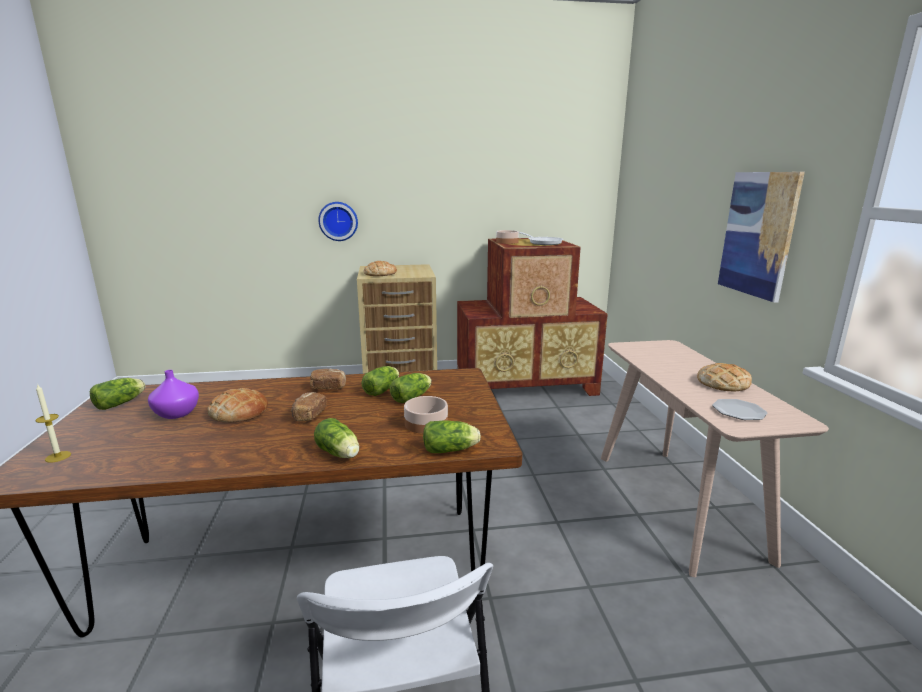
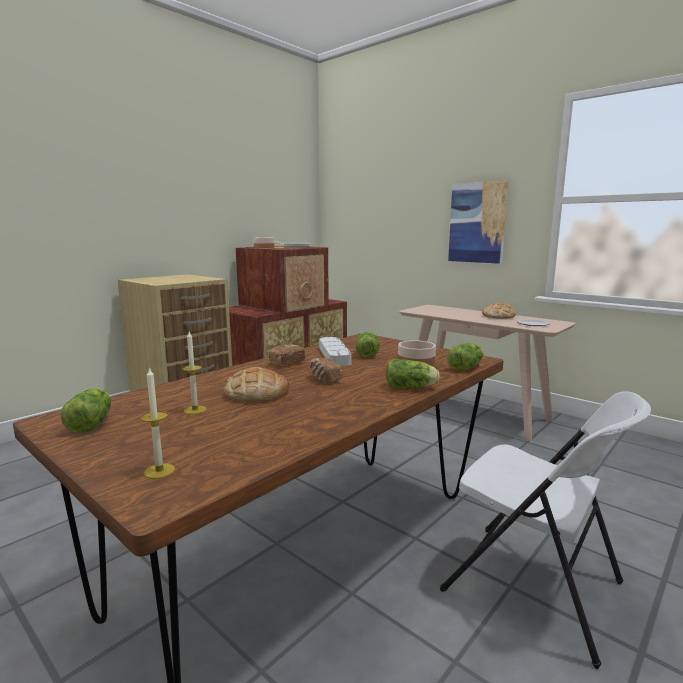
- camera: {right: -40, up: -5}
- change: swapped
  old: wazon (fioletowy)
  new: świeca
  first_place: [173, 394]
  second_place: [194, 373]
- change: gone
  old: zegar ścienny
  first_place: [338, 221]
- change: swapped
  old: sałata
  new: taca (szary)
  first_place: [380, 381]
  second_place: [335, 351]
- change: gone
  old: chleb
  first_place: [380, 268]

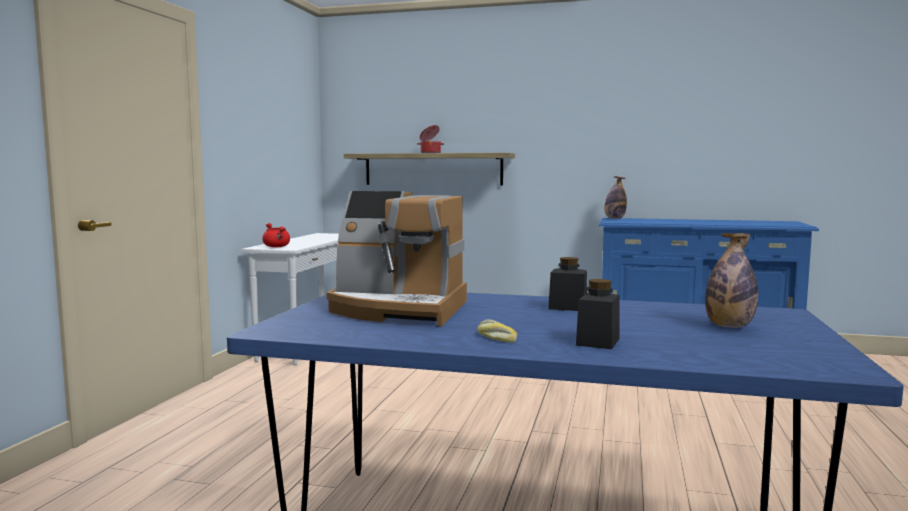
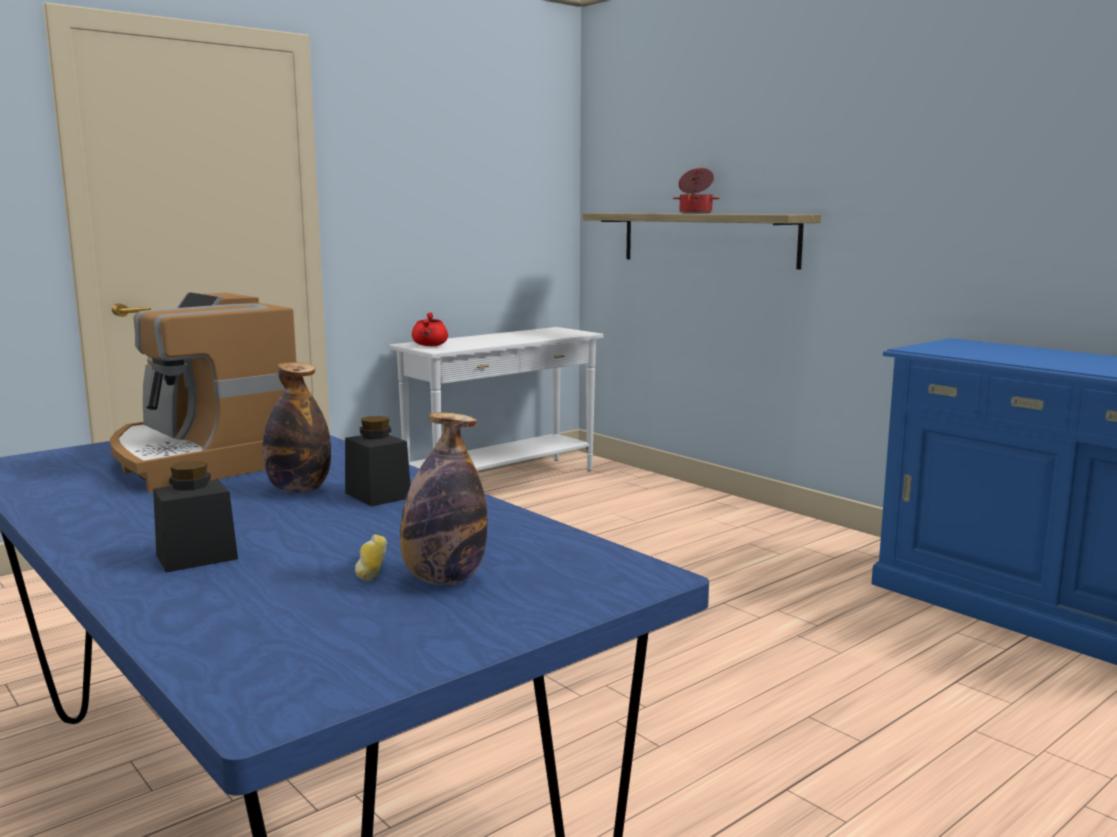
- camera: {right: 35, up: 5}
- change: shifted
  old: chleb
  first_place: [497, 331]
  second_place: [371, 558]
- change: shifted
  old: butelka
  first_place: [615, 197]
  second_place: [296, 428]

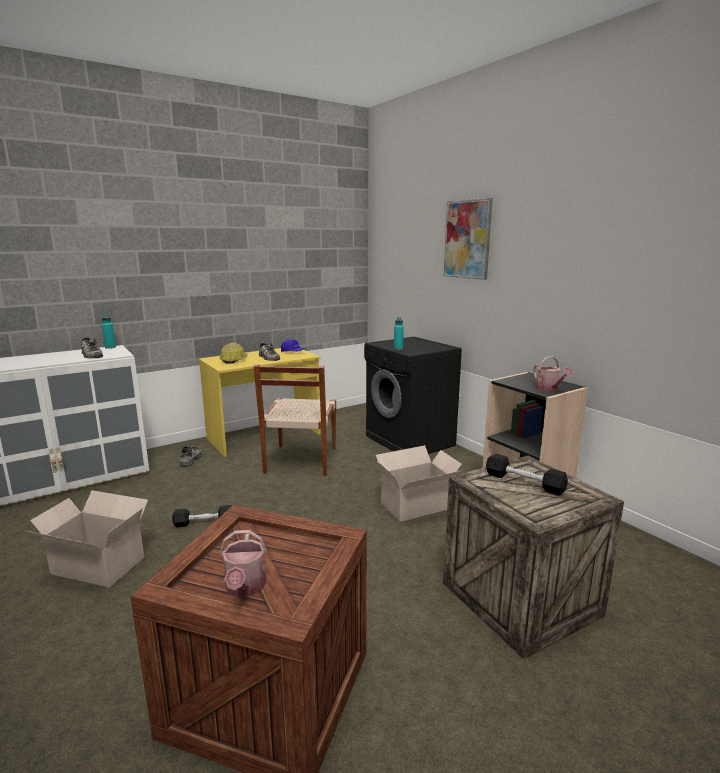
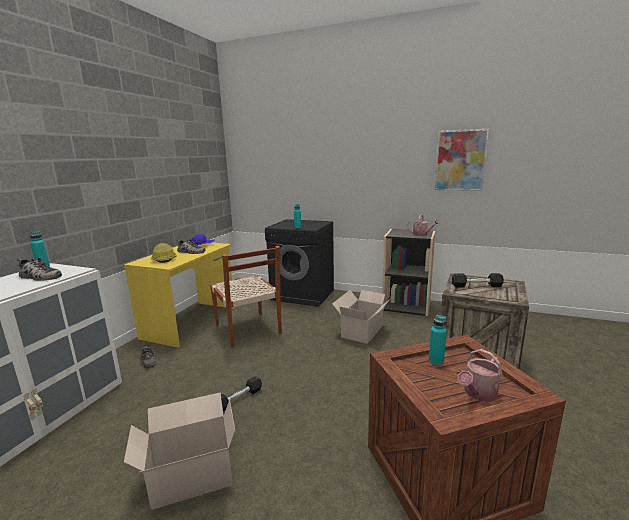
- camera: {right: -35, up: 0}
- change: rotated
  old: konewka
  first_place: [243, 563]
  second_place: [480, 375]
  degrees: 90
- change: shifted
  old: obraz
  first_place: [468, 239]
  second_place: [462, 160]
- change: new
  new: butelka (turkusowy)
  second_place: [438, 340]

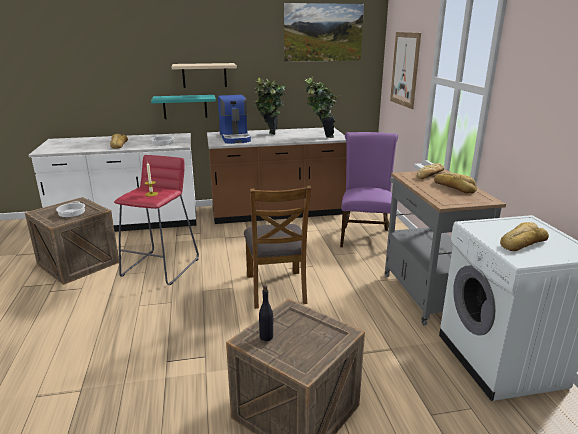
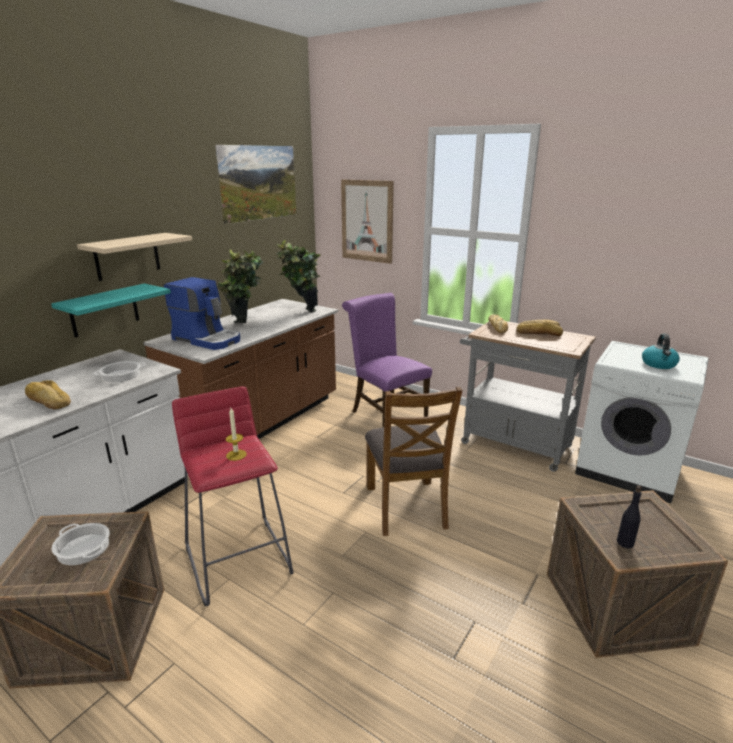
- camera: {right: -45, up: 0}
- change: rotated
  old: krzesło (brązowy)
  first_place: [277, 247]
  second_place: [414, 461]
  degrees: 45
- change: swapped
  old: chleb
  new: czajnik
  first_place: [524, 236]
  second_place: [661, 351]

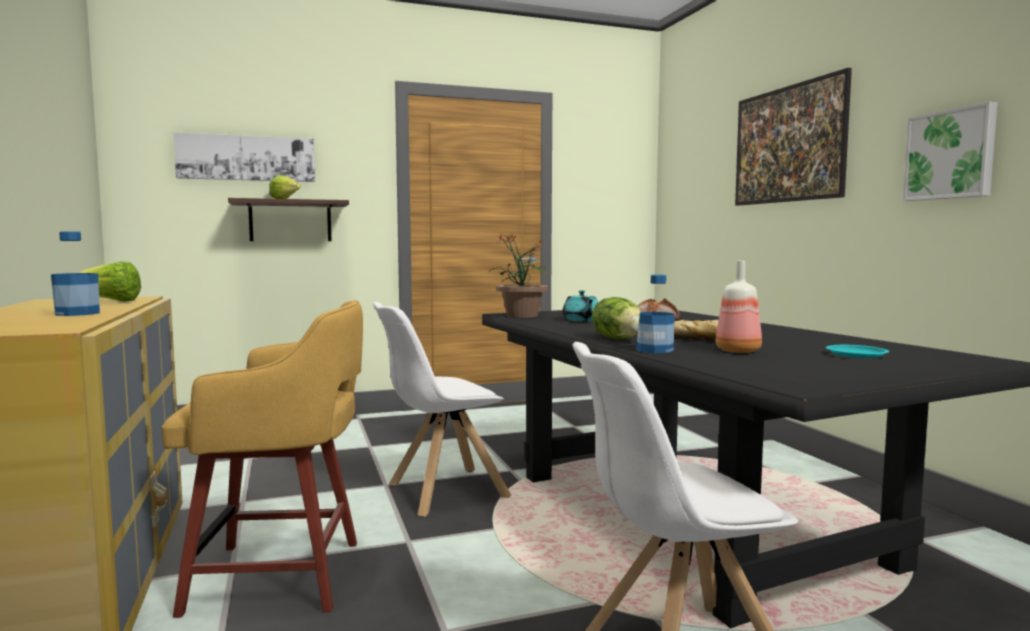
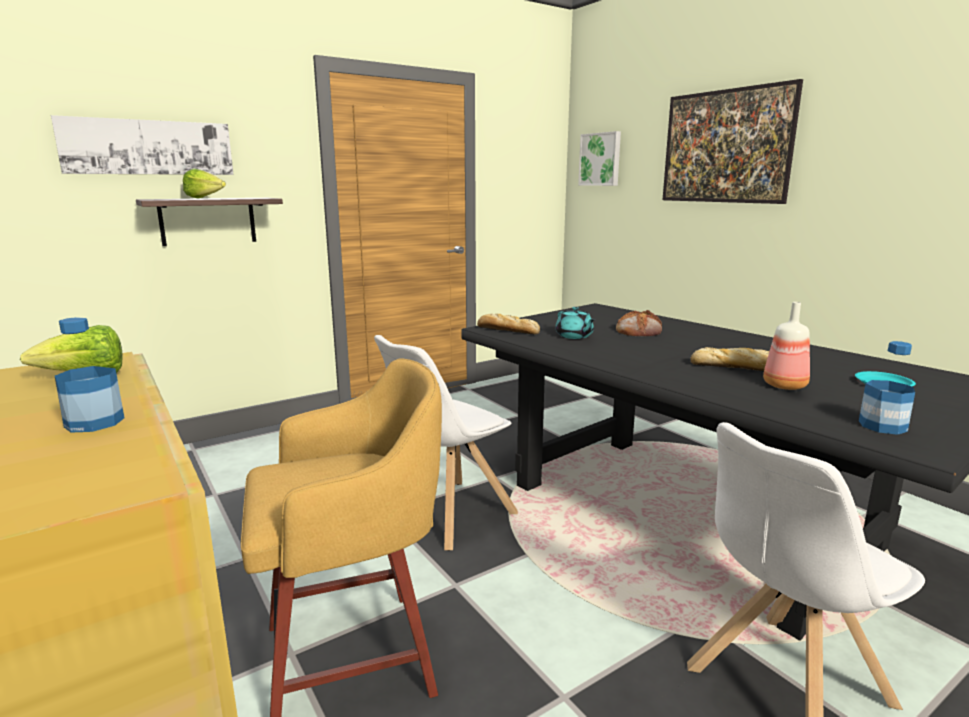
- camera: {right: -15, up: 10}
- change: swapped
  old: roślina doniczkowa
  new: chleb
  first_place: [518, 275]
  second_place: [508, 324]
- change: gone
  old: sałata
  first_place: [616, 318]
- change: shifted
  old: butelka
  first_place: [655, 313]
  second_place: [887, 388]
- change: shifted
  old: obraz
  first_place: [950, 151]
  second_place: [599, 158]

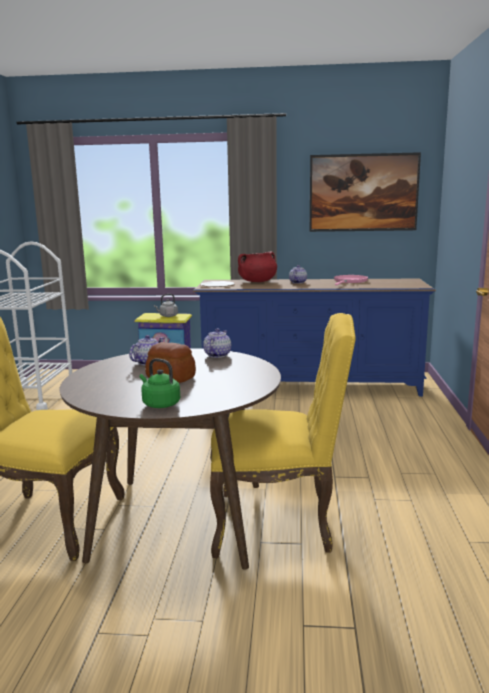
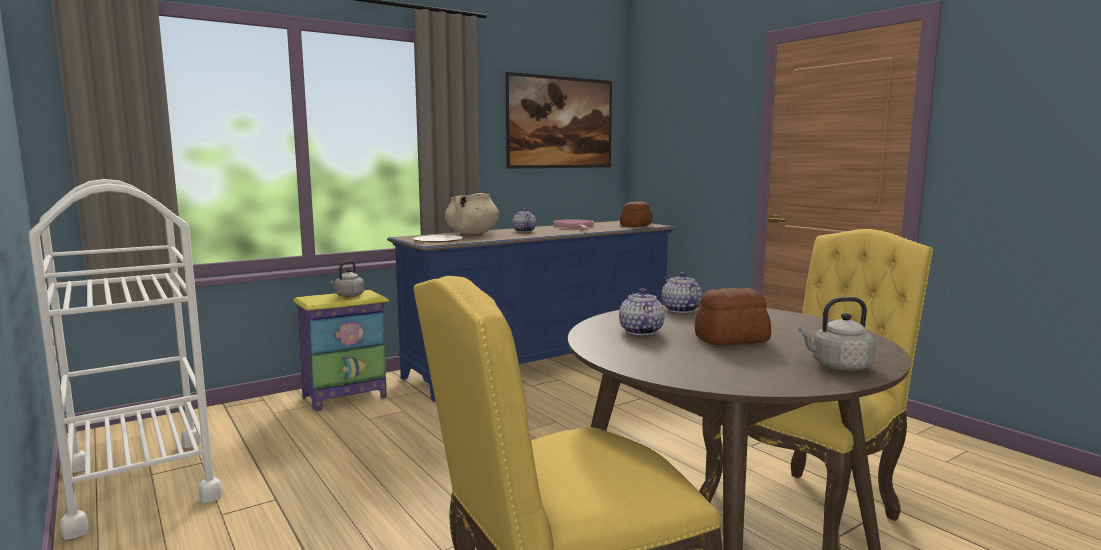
- camera: {right: -40, up: -5}
- change: repainted
  old: czajnik (zielony)
  new: czajnik (szary)
  first_place: [160, 383]
  second_place: [837, 334]
- change: repainted
  old: garnek (czerwony)
  new: garnek (beżowy)
  first_place: [257, 267]
  second_place: [472, 213]
- change: new
  new: chleb
  second_place: [636, 214]

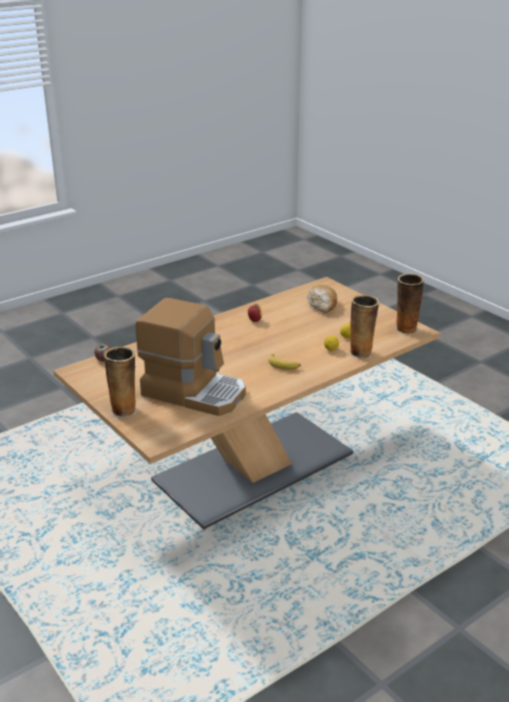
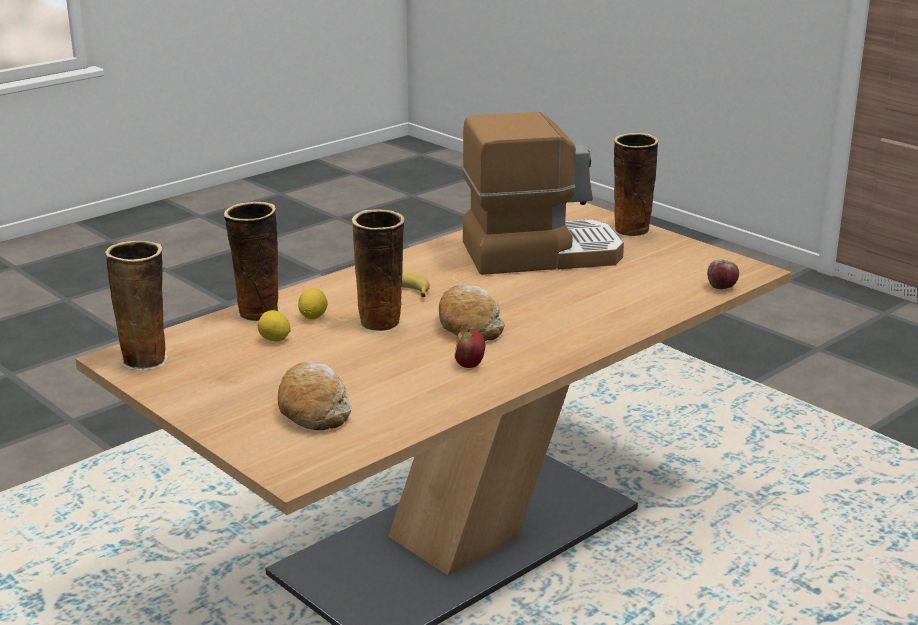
- camera: {right: 175, up: -5}
- change: rotated
  old: ekspres do kawy
  first_place: [191, 357]
  second_place: [543, 193]
  degrees: 150
- change: new
  new: wazon
  second_place: [378, 271]
- change: new
  new: chleb
  second_place: [472, 313]

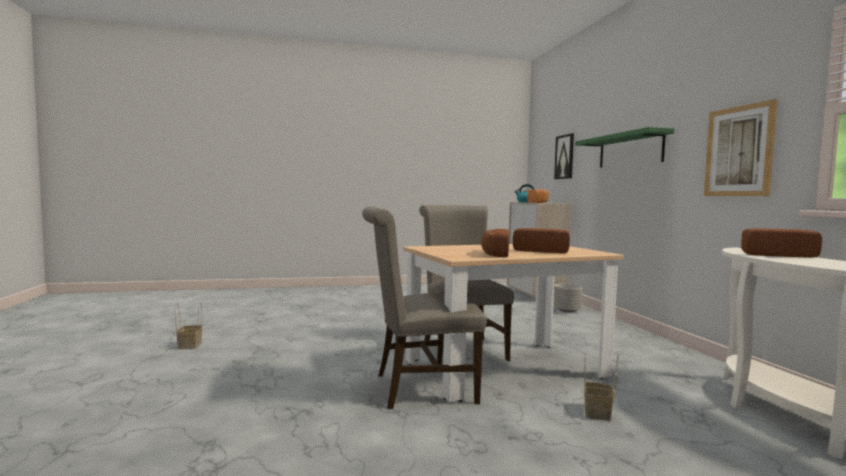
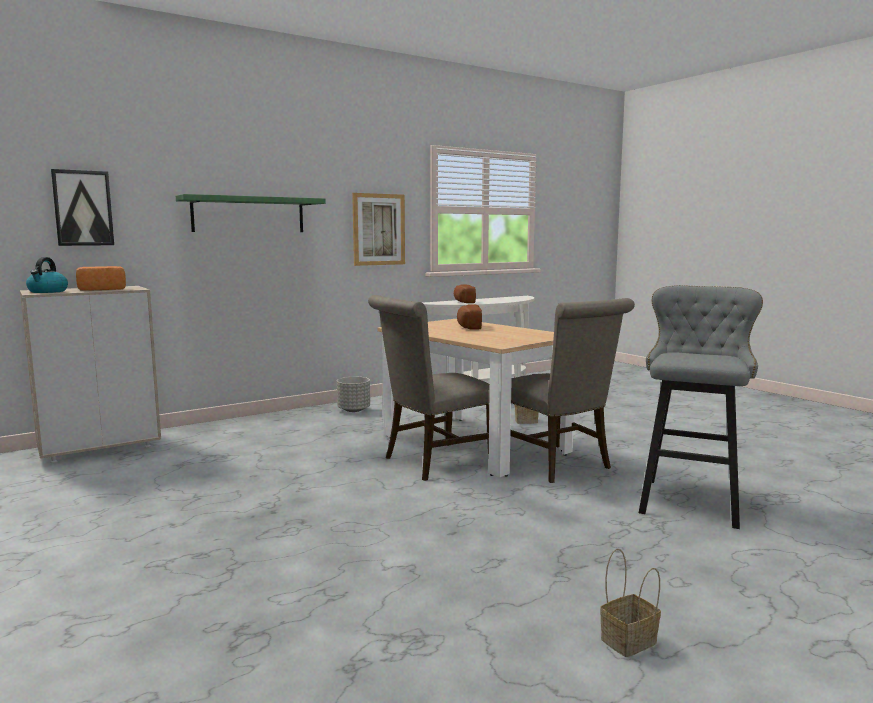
- camera: {right: -110, up: 5}
- change: gone
  old: chleb
  first_place: [495, 243]
- change: shifted
  old: donica (szary)
  first_place: [568, 298]
  second_place: [353, 394]
- change: new
  new: stołek (szary)
  second_place: [701, 407]

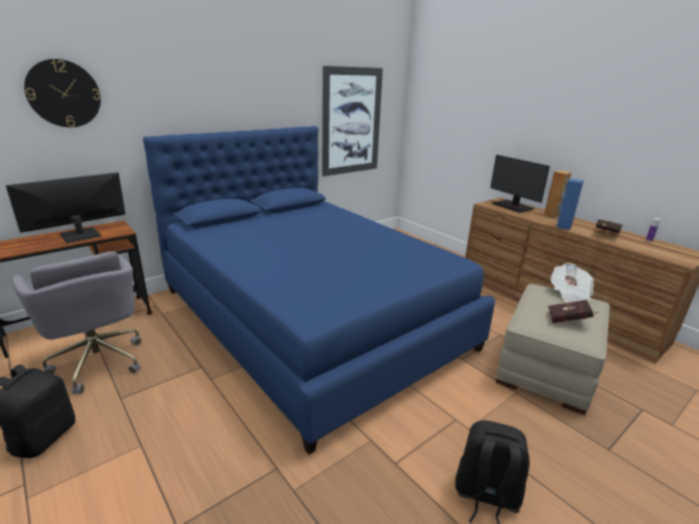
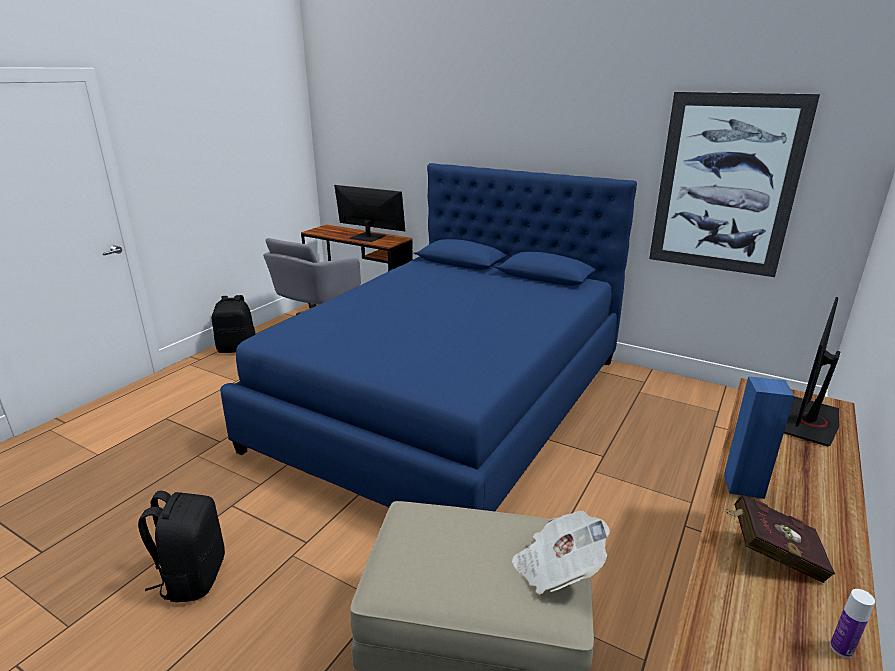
- camera: {right: 70, up: 0}
- change: gone
  old: zegar ścienny
  first_place: [62, 93]
- change: gone
  old: głośnik (brązowy)
  first_place: [558, 194]
- change: gone
  old: książka (czerwony)
  first_place: [573, 311]

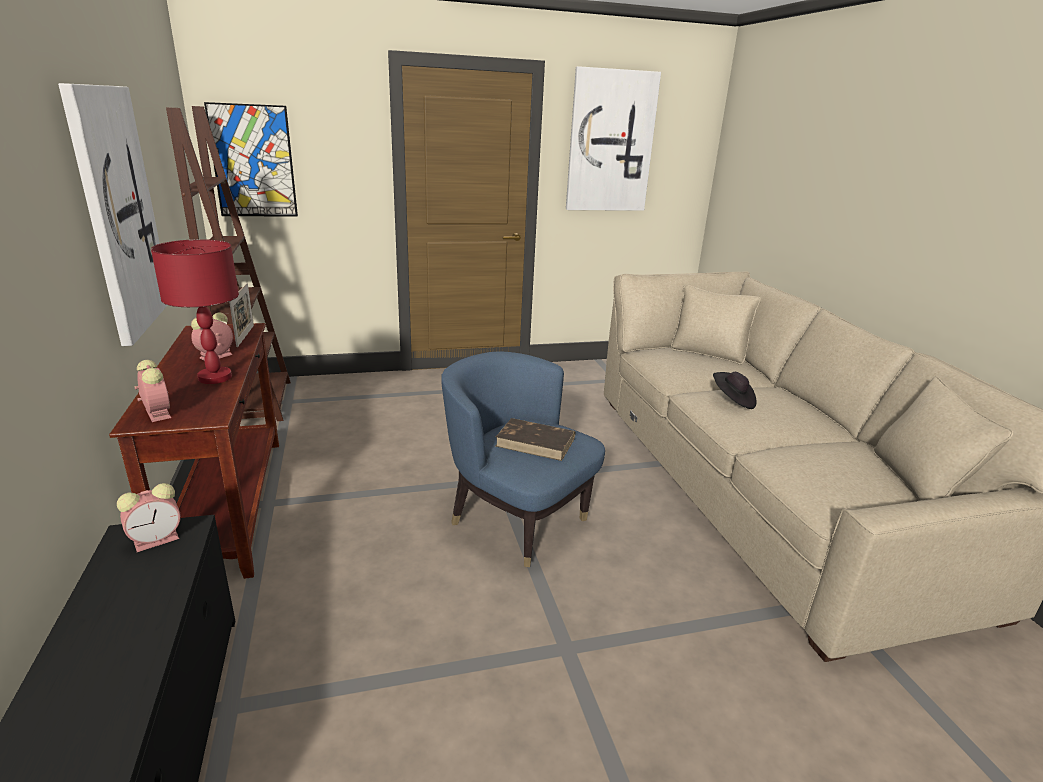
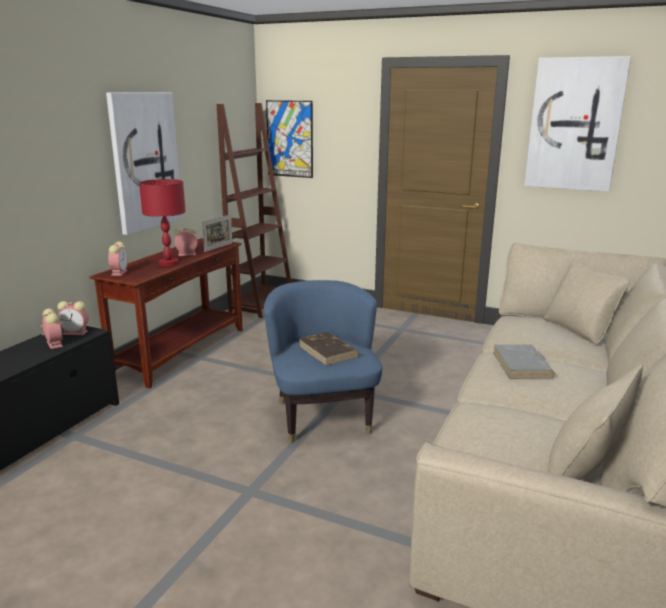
- camera: {right: 40, up: -5}
- change: swapped
  old: kapelusz (czarny)
  new: książka (szary)
  first_place: [735, 390]
  second_place: [524, 361]
- change: new
  new: budzik
  second_place: [52, 329]

